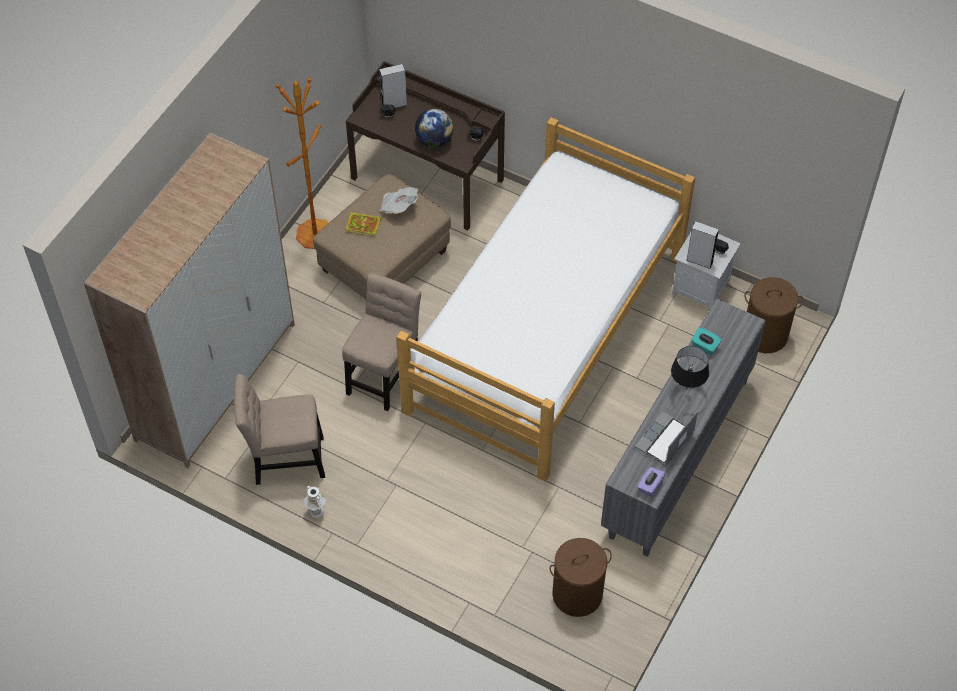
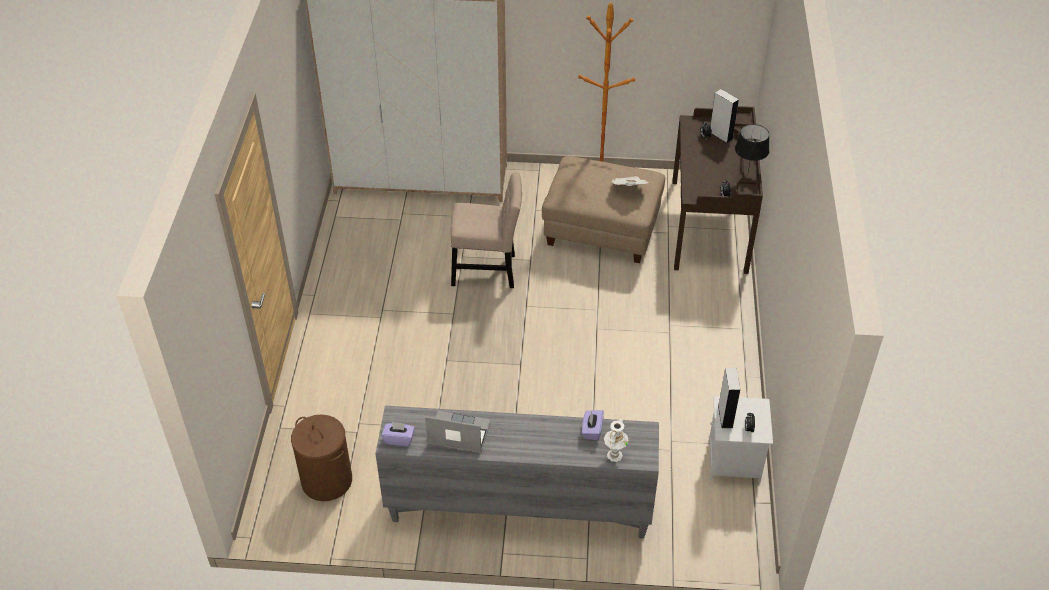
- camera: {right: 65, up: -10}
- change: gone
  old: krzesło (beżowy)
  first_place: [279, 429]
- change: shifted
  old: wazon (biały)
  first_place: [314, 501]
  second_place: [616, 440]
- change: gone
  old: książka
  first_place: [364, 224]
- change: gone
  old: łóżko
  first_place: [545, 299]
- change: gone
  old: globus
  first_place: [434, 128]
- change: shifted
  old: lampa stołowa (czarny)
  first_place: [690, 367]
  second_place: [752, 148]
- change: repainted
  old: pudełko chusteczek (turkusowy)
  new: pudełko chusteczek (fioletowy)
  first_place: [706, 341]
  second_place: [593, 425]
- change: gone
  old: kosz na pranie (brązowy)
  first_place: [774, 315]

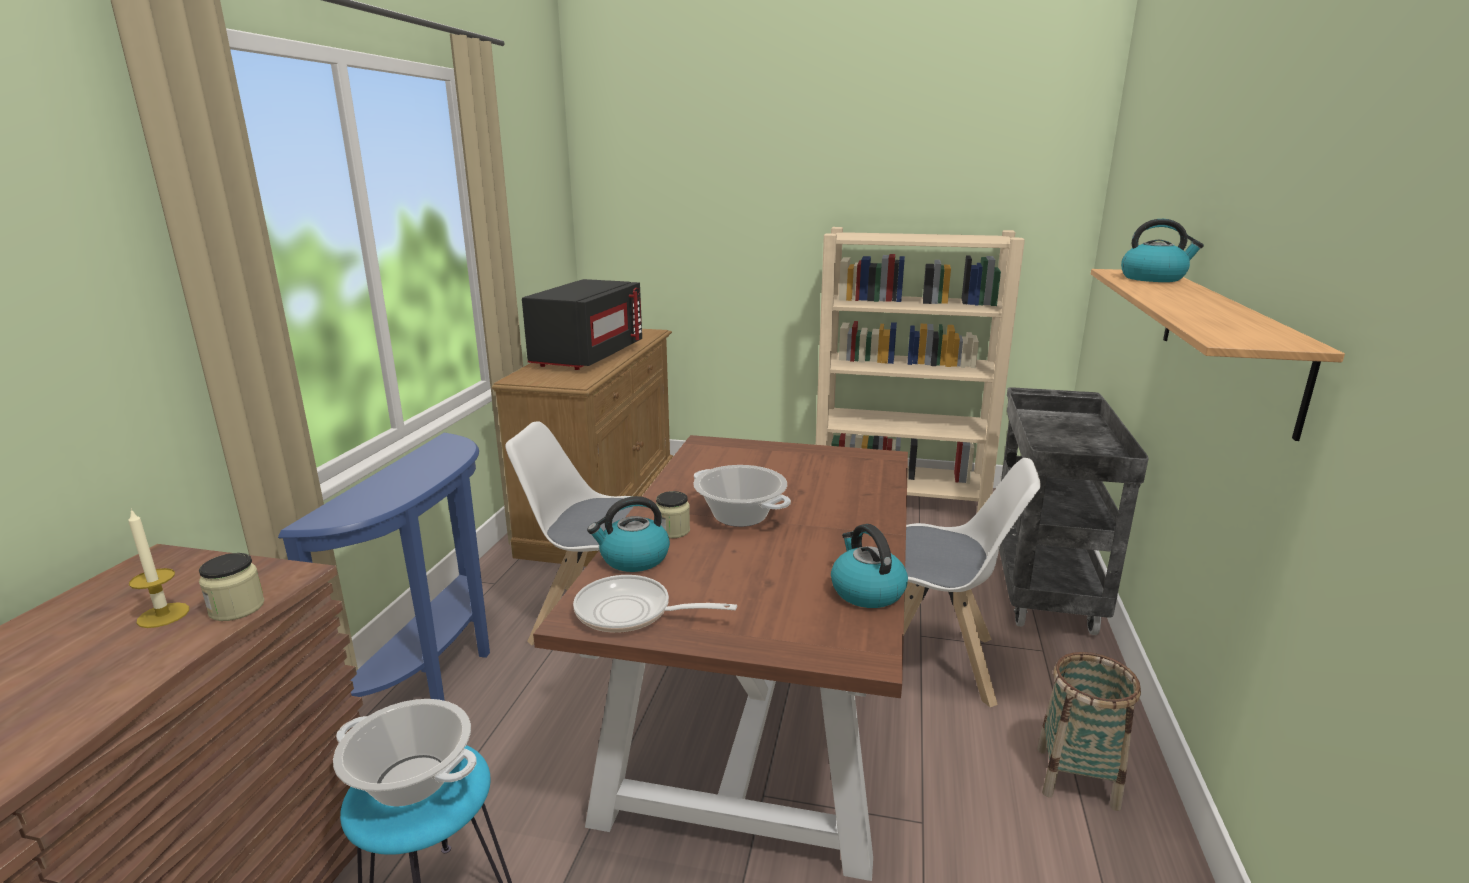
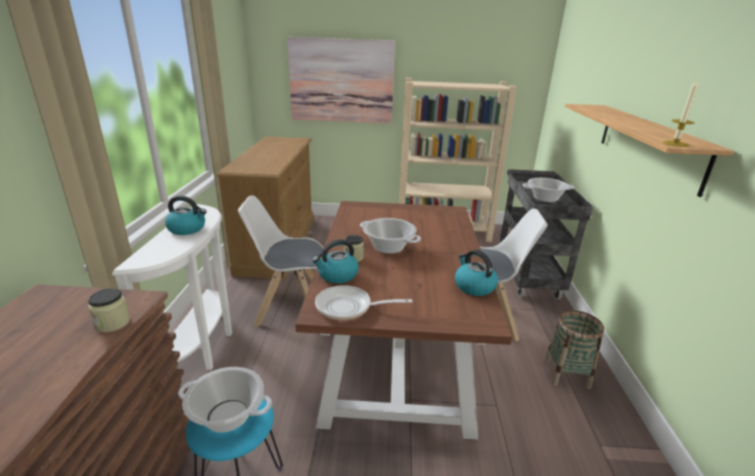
- camera: {right: -10, up: 5}
- change: shifted
  old: świeca
  first_place: [158, 568]
  second_place: [680, 113]
- change: repainted
  old: stolik konsolowy (niebieski)
  new: stolik konsolowy (biały)
  first_place: [384, 567]
  second_place: [172, 287]
- change: gone
  old: mikrofalówka (czarny)
  first_place: [582, 324]
- change: shifted
  old: czajnik
  first_place: [1162, 250]
  second_place: [186, 215]
- change: new
  new: obraz
  second_place: [341, 80]
- change: new
  new: garnek
  second_place: [548, 190]

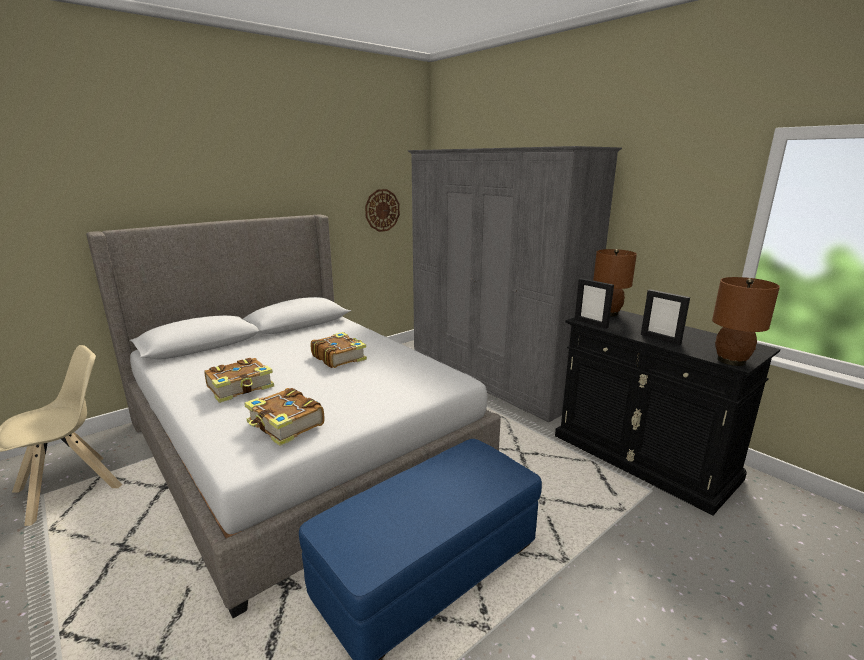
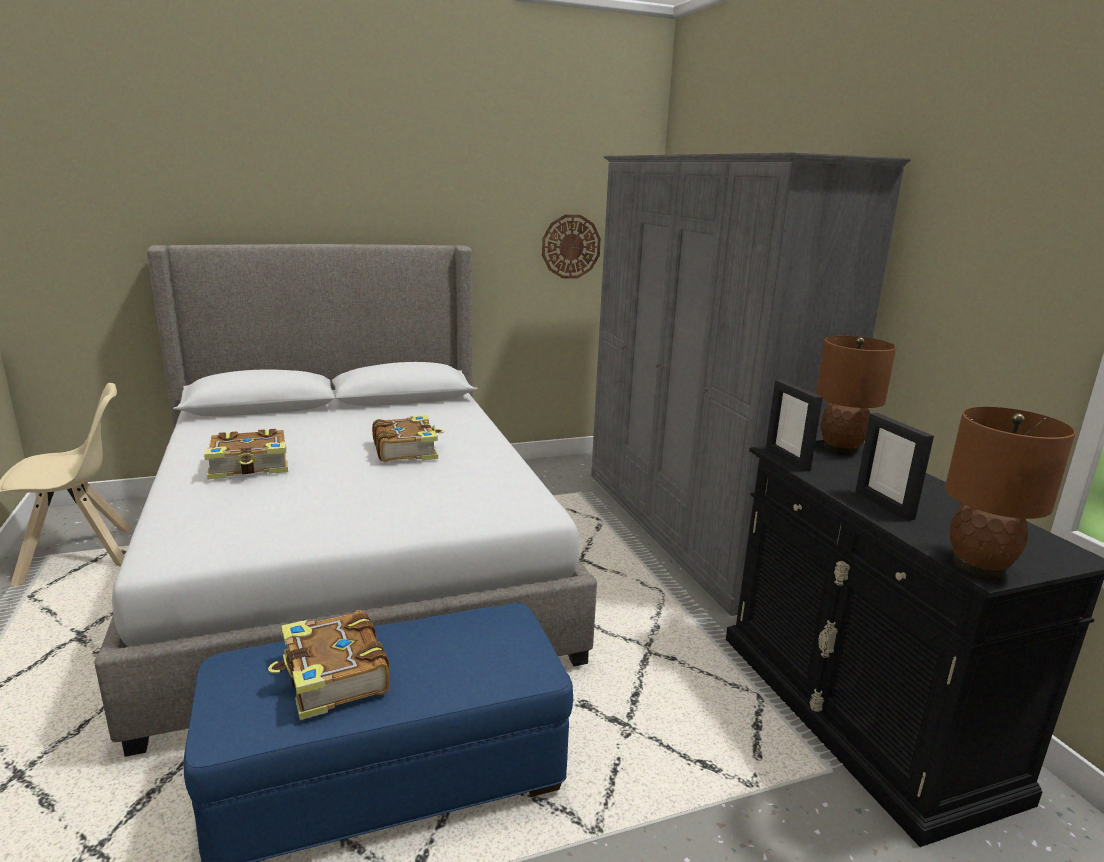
- camera: {right: 20, up: 0}
- change: shifted
  old: książka
  first_place: [284, 417]
  second_place: [329, 665]

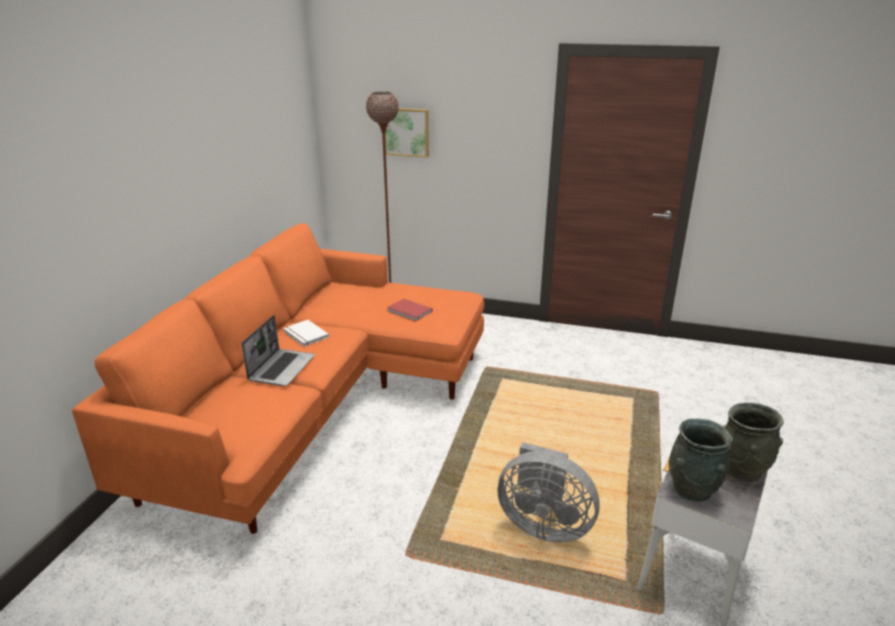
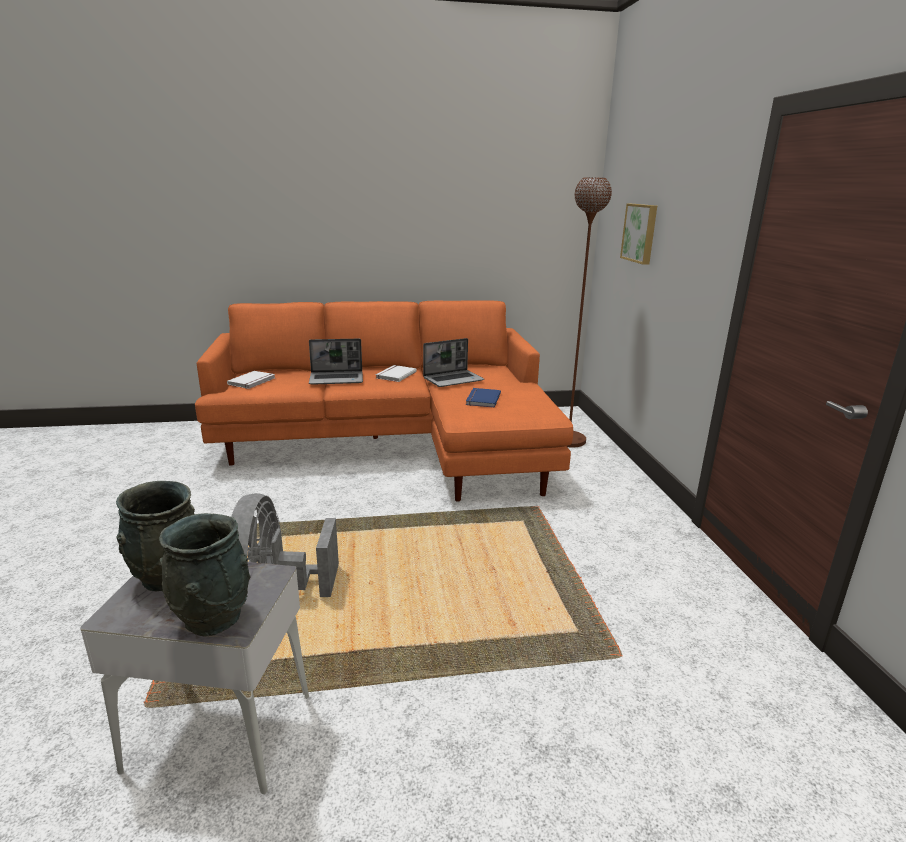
- camera: {right: 65, up: -5}
- change: repainted
  old: książka (czerwony)
  new: książka (niebieski)
  first_place: [410, 310]
  second_place: [483, 398]
- change: new
  new: książka (biały)
  second_place: [251, 380]
- change: new
  new: laptop
  second_place: [453, 362]

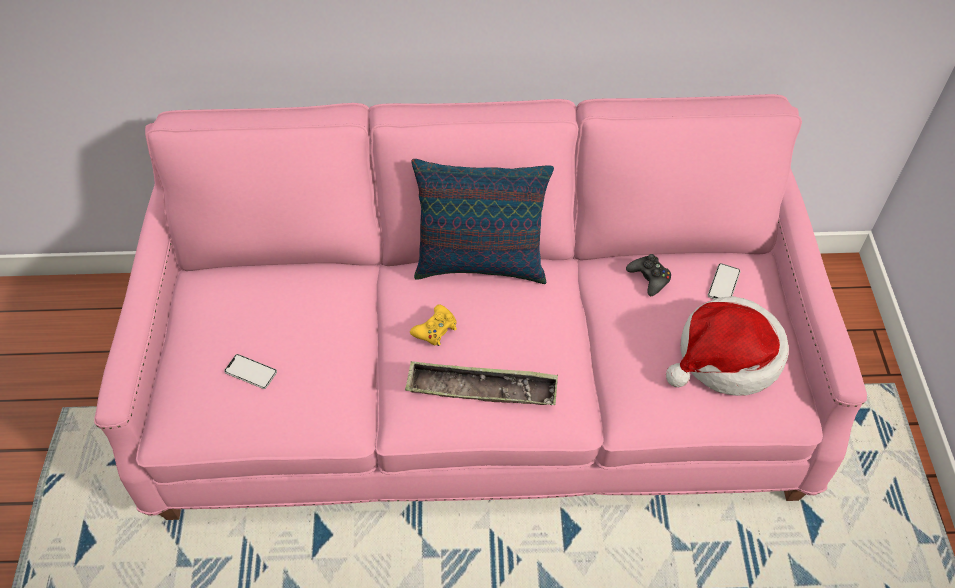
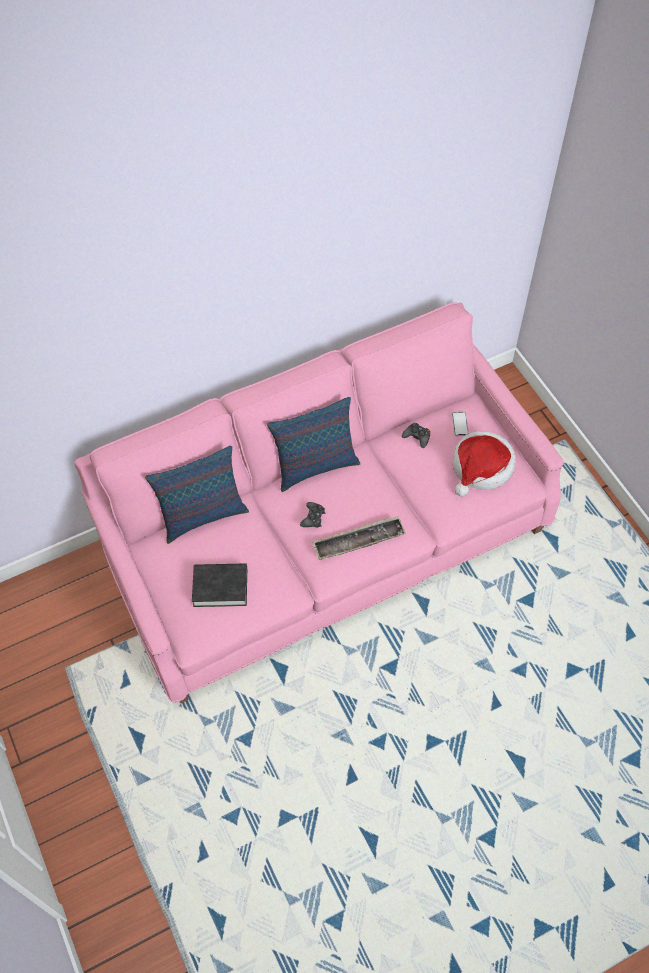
- camera: {right: -25, up: 5}
- change: swapped
  old: telefon
  new: książka (czarny)
  first_place: [250, 371]
  second_place: [219, 585]
- change: repainted
  old: pad do gier (żółty)
  new: pad do gier (czarny)
  first_place: [433, 325]
  second_place: [312, 514]
- change: new
  new: poduszka (niebieski)
  second_place: [197, 495]

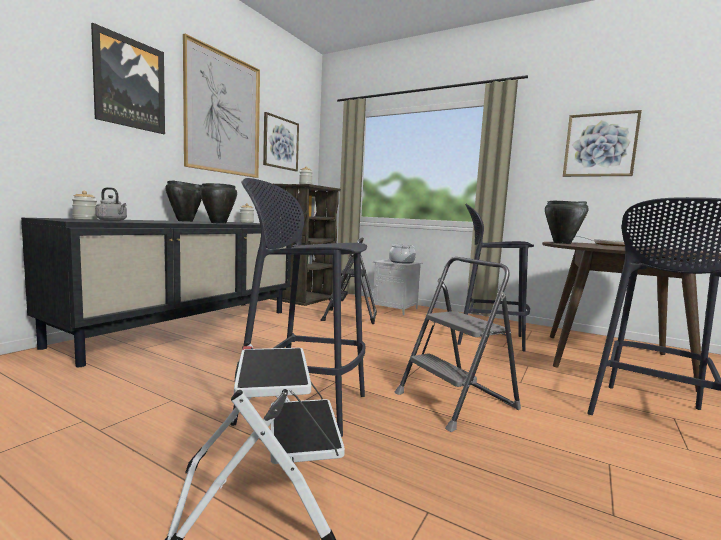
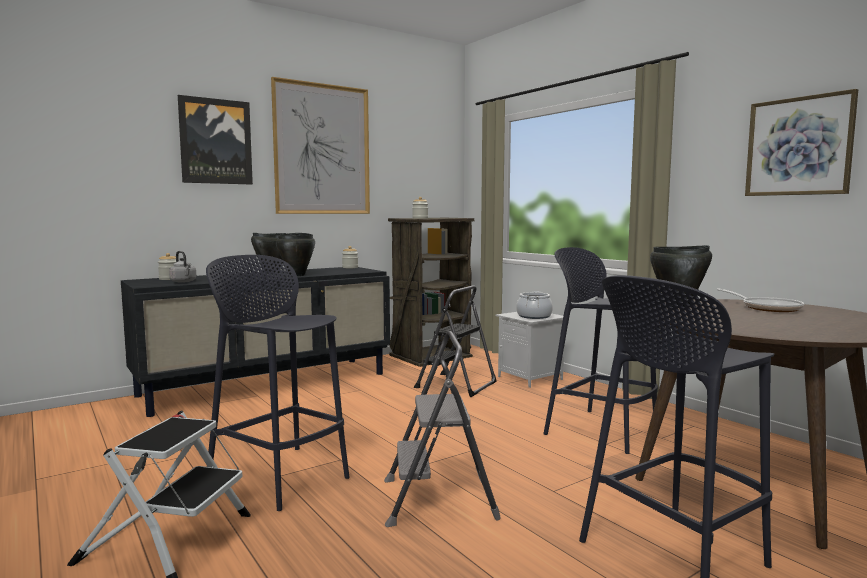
- camera: {right: 25, up: 0}
- change: gone
  old: obraz
  first_place: [281, 141]

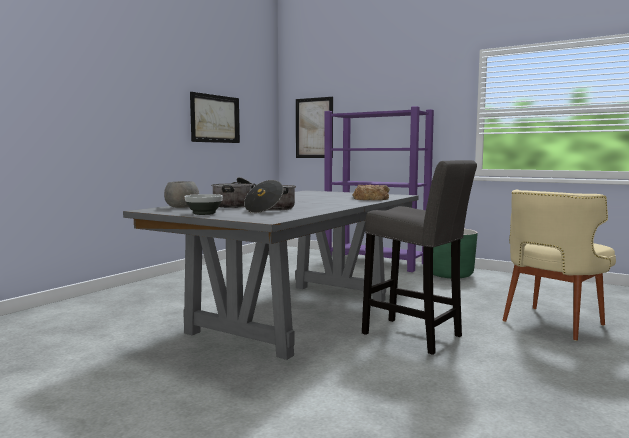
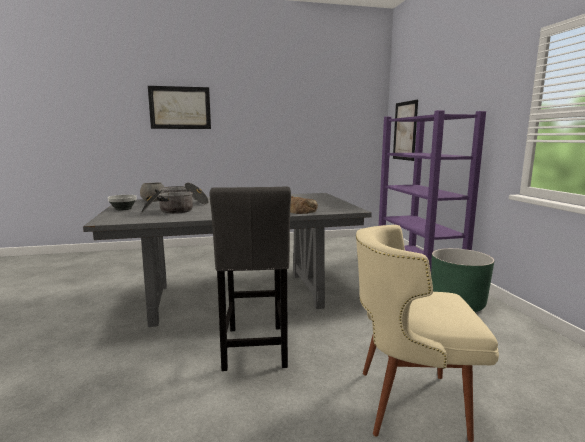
- camera: {right: 45, up: 5}
- change: shifted
  old: obraz
  first_place: [215, 117]
  second_place: [179, 107]

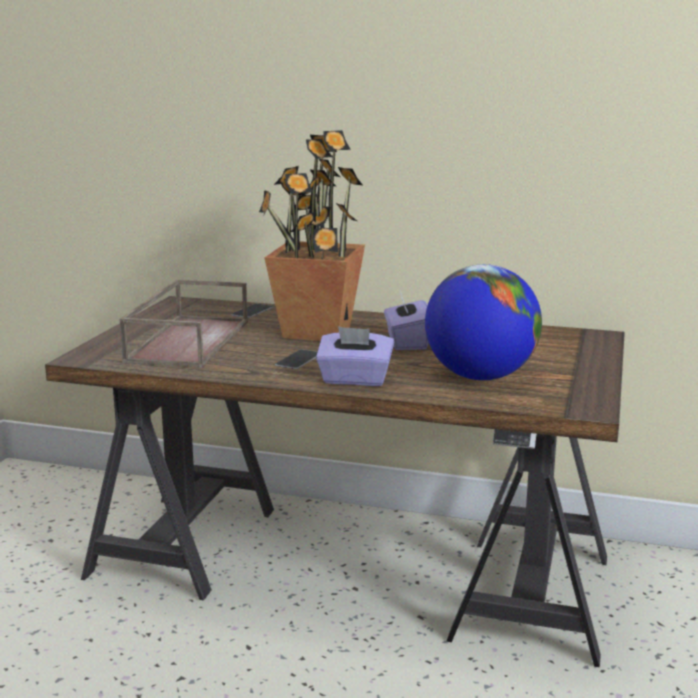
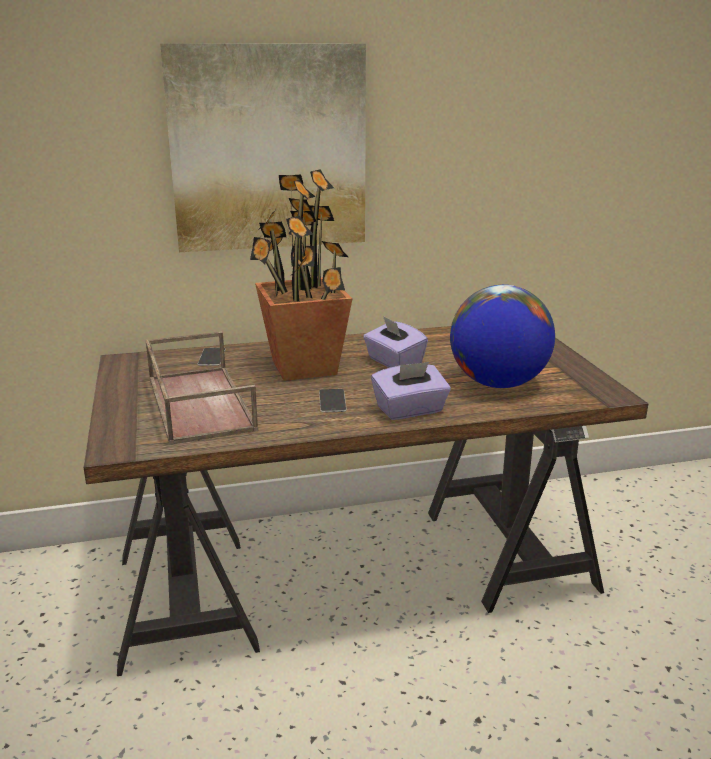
- camera: {right: -30, up: 5}
- change: new
  new: obraz
  second_place: [263, 147]

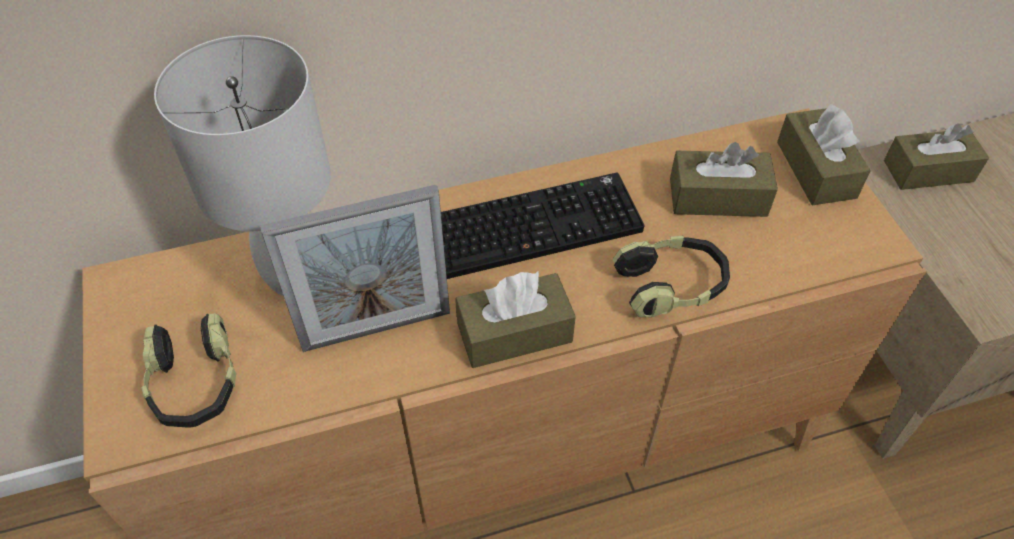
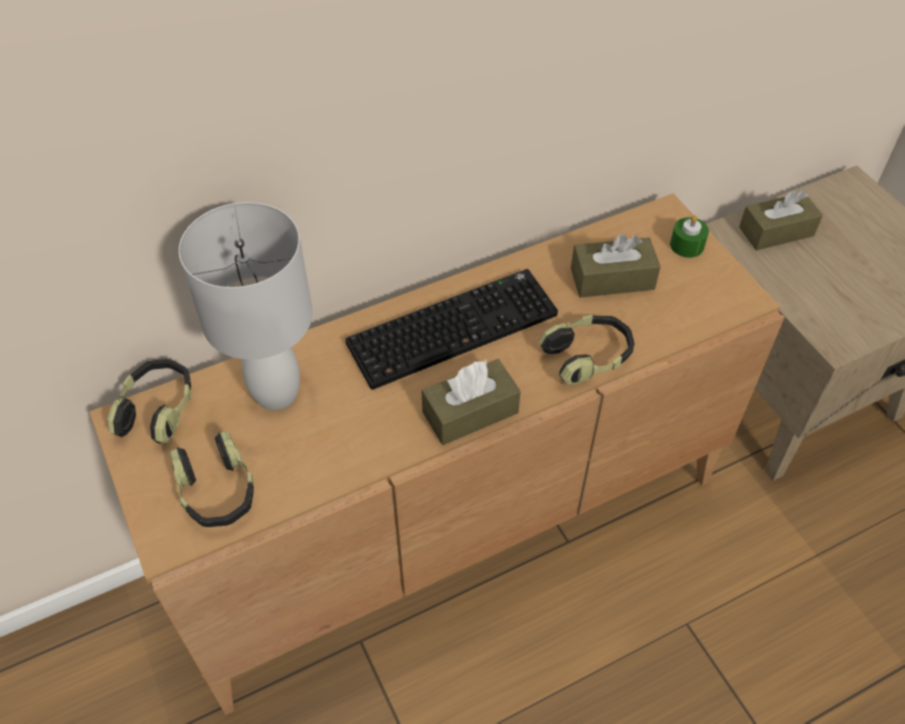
- camera: {right: -10, up: 0}
- change: gone
  old: ramka na zdjęcie
  first_place: [355, 268]
- change: swapped
  old: pudełko chusteczek (brązowy)
  new: świeca (zielony)
  first_place: [824, 154]
  second_place: [689, 236]
- change: new
  new: słuchawki
  second_place: [149, 401]

